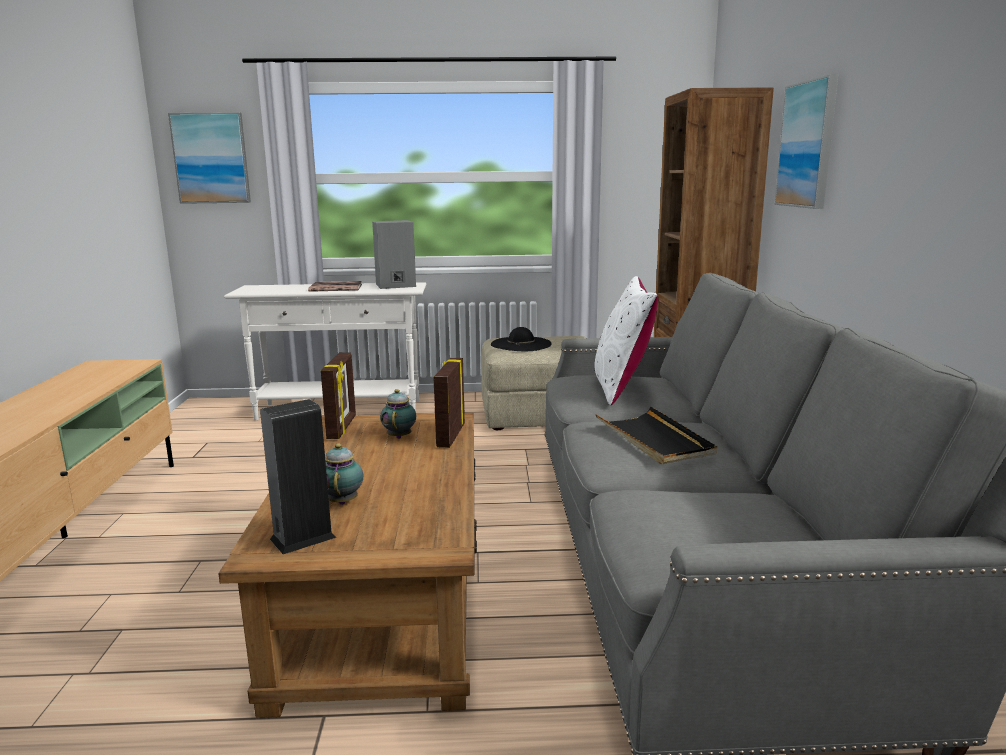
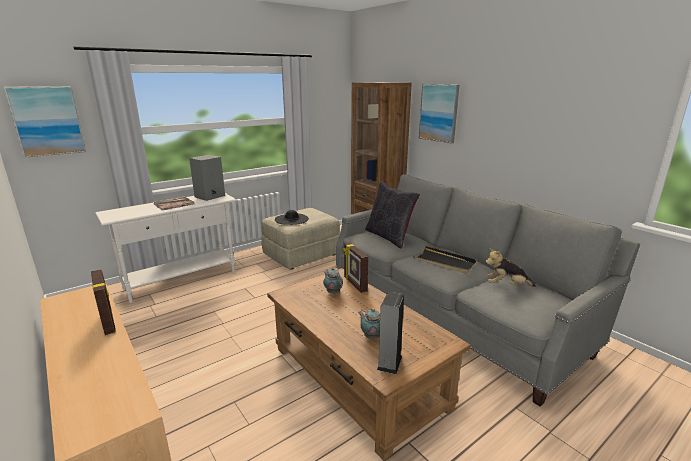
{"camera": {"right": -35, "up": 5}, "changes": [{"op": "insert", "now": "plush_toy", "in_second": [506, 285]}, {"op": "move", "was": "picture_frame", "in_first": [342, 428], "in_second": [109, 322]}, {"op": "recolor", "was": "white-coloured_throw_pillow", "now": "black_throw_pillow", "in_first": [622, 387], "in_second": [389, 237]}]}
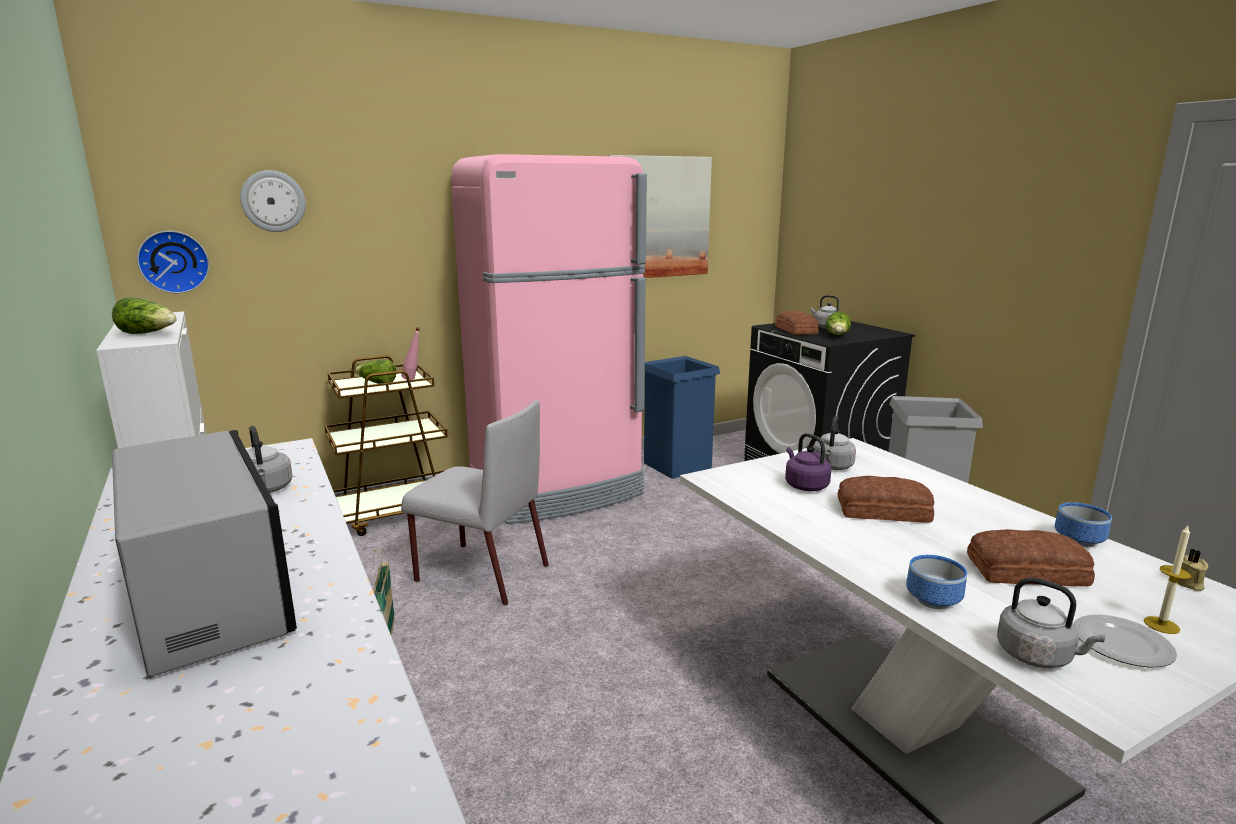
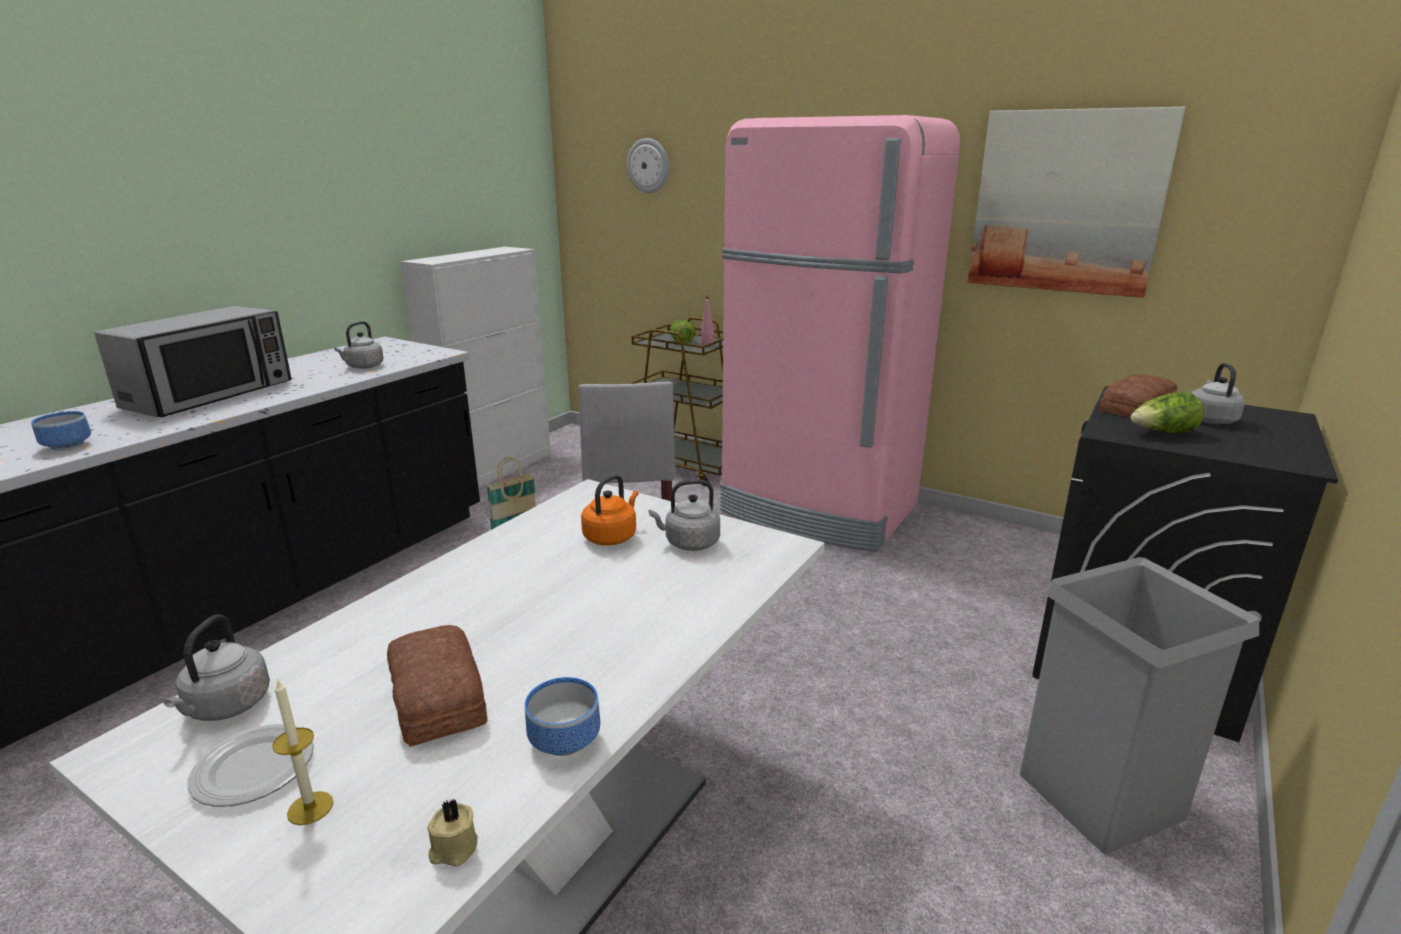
{"camera": {"right": 60, "up": 5}, "changes": [{"op": "delete", "was": "lettuce", "in_first": [149, 334]}, {"op": "delete", "was": "clock_on_the_wall", "in_first": [174, 261]}, {"op": "delete", "was": "blue-coloured_rubbish_bin", "in_first": [677, 465]}, {"op": "delete", "was": "bakery_bread", "in_first": [884, 511]}, {"op": "move", "was": "deep_dish", "in_first": [934, 599], "in_second": [68, 446]}, {"op": "recolor", "was": "purplish_tea_kettle", "now": "orange-coloured_tea_kettle", "in_first": [804, 485], "in_second": [612, 536]}]}
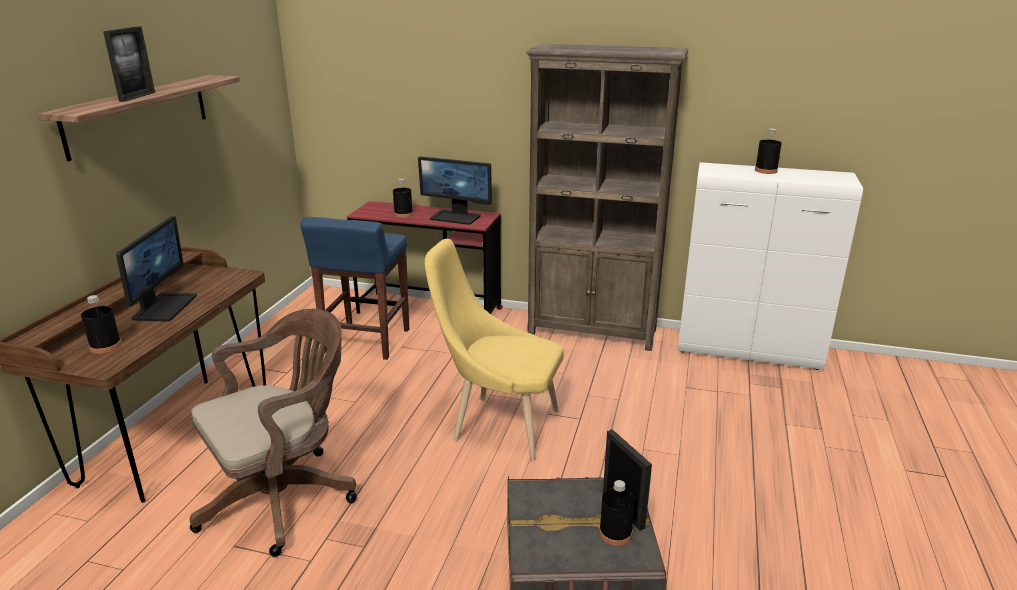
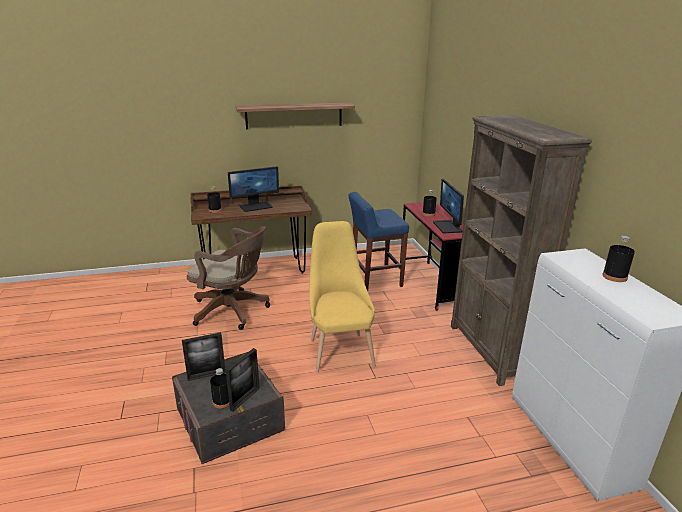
{"camera": {"right": 60, "up": 0}, "changes": [{"op": "move", "was": "picture_frame", "in_first": [137, 97], "in_second": [206, 375]}]}
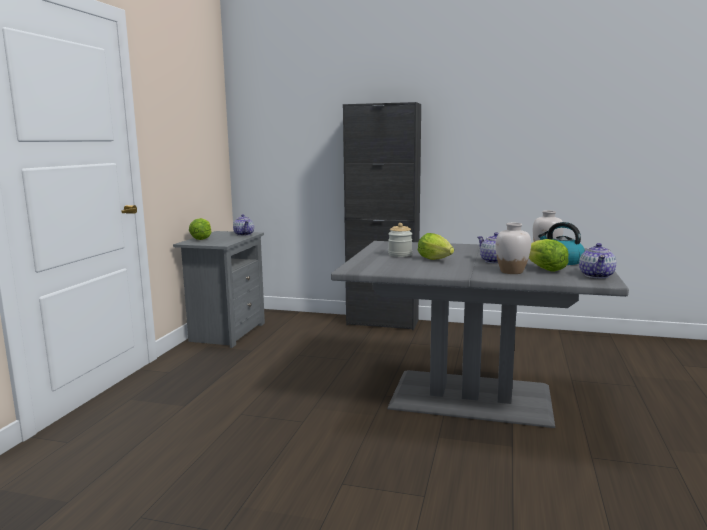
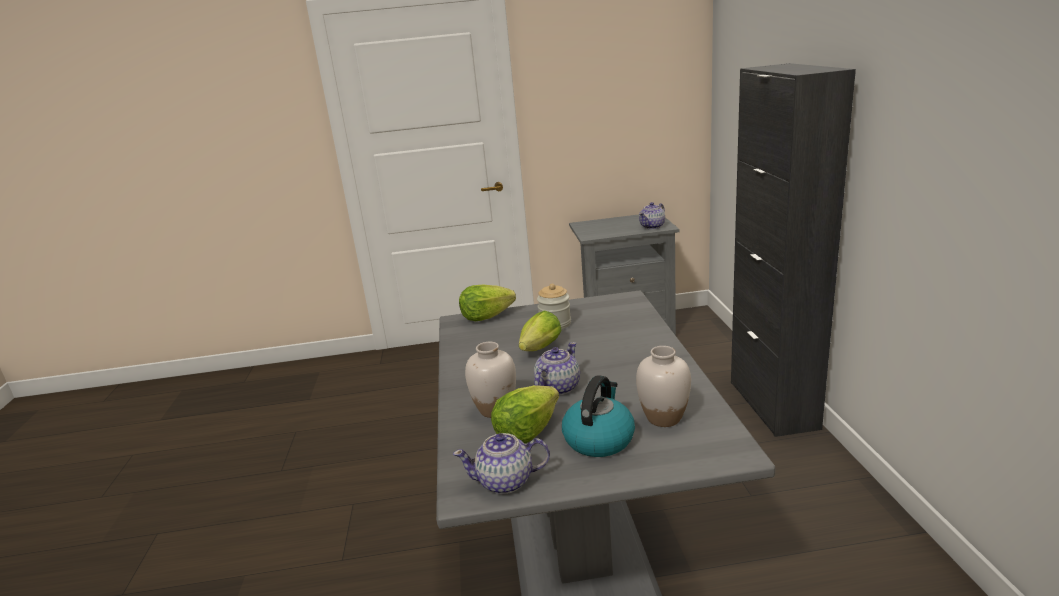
{"camera": {"right": 70, "up": 10}, "changes": [{"op": "move", "was": "lettuce", "in_first": [201, 238], "in_second": [486, 317]}]}
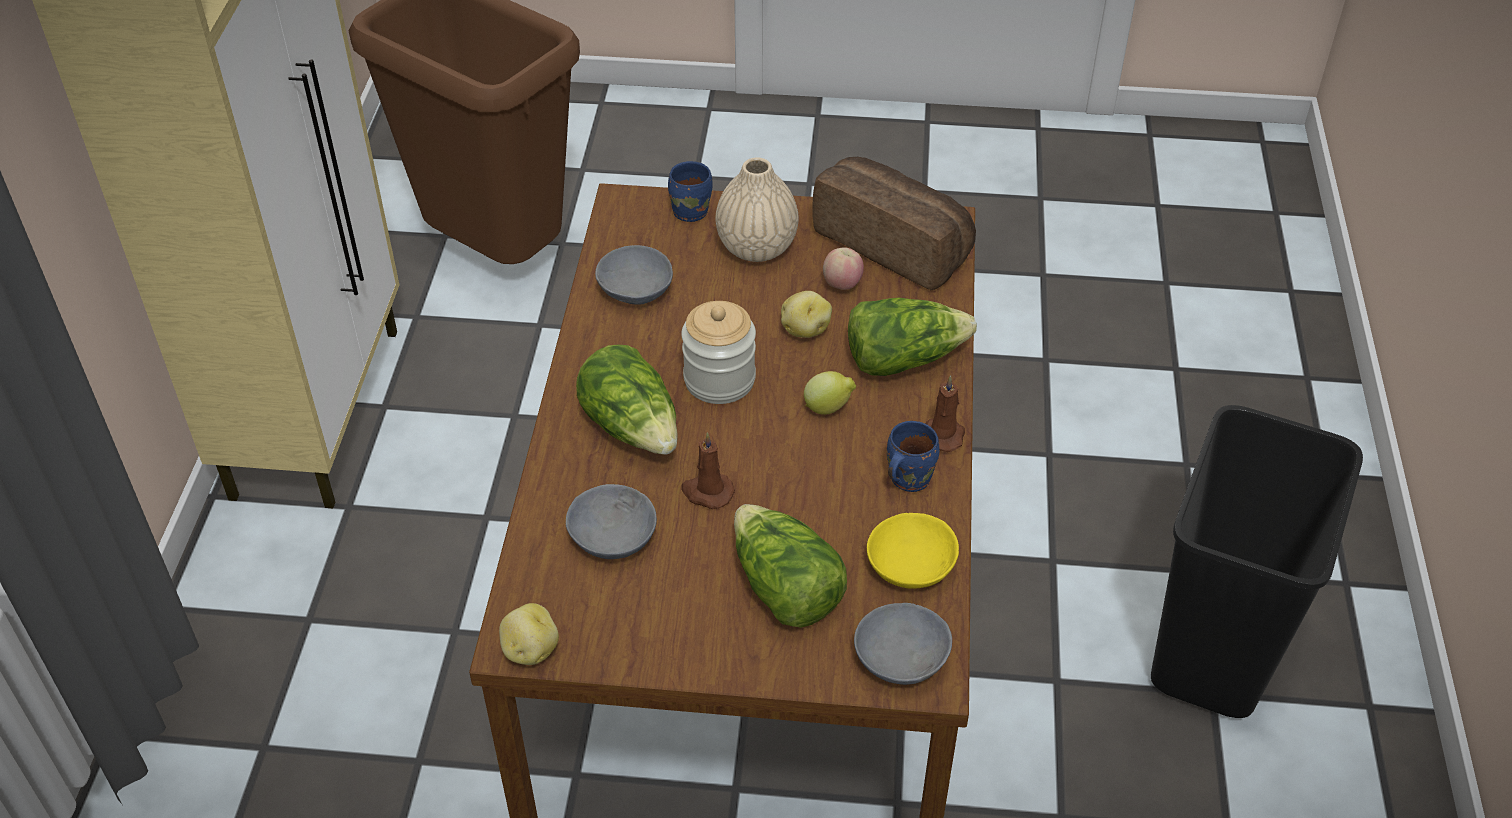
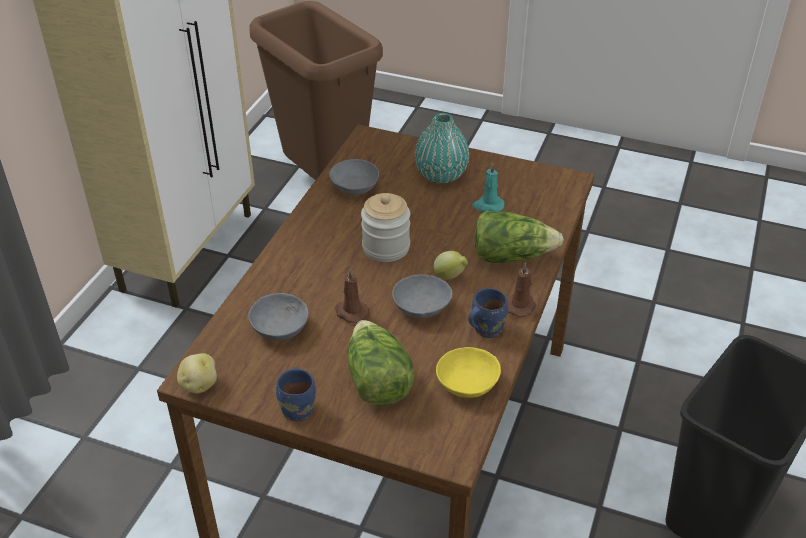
{"camera": {"right": 15, "up": -5}, "changes": [{"op": "delete", "was": "lettuce", "in_first": [633, 427]}, {"op": "delete", "was": "potato", "in_first": [804, 329]}, {"op": "delete", "was": "bakery_bread", "in_first": [895, 244]}, {"op": "move", "was": "blue-coloured_coffee_mug", "in_first": [691, 210], "in_second": [299, 409]}, {"op": "move", "was": "greyish_deep_dish", "in_first": [901, 655], "in_second": [422, 305]}, {"op": "replace", "was": "whole_apple", "now": "turquoise_wax_light", "in_first": [842, 285], "in_second": [488, 205]}, {"op": "recolor", "was": "sand-coloured_vase", "now": "turquoise_vase", "in_first": [756, 247], "in_second": [441, 175]}]}
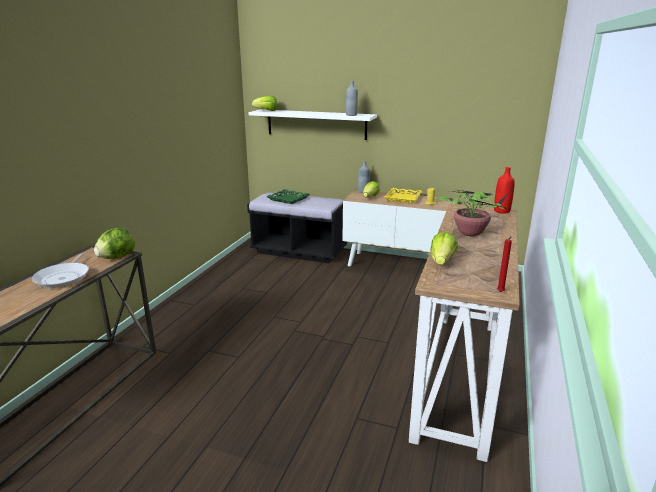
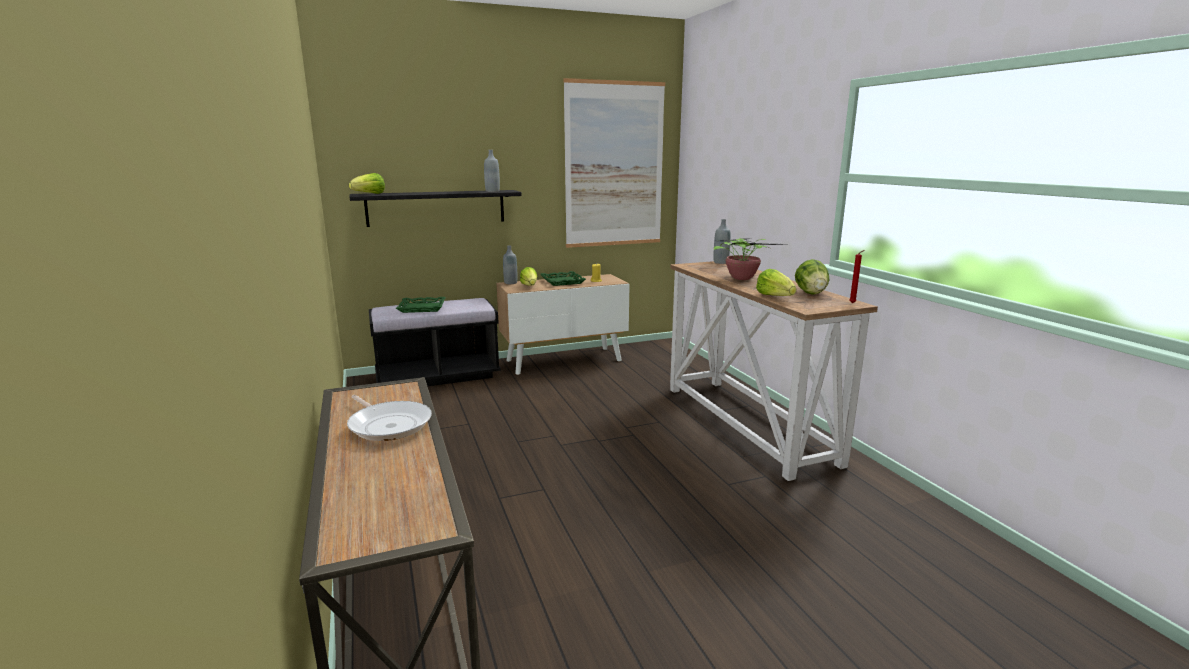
{"camera": {"right": -40, "up": -5}, "changes": [{"op": "insert", "now": "picture", "in_second": [614, 165]}, {"op": "move", "was": "lettuce", "in_first": [116, 257], "in_second": [811, 293]}, {"op": "recolor", "was": "white-coloured_shelf", "now": "black_shelf", "in_first": [316, 124], "in_second": [436, 208]}, {"op": "recolor", "was": "yellow_tray", "now": "green_tray", "in_first": [403, 198], "in_second": [563, 281]}, {"op": "recolor", "was": "reddish_beverage_bottle", "now": "greyish_beverage_bottle", "in_first": [501, 211], "in_second": [721, 262]}]}
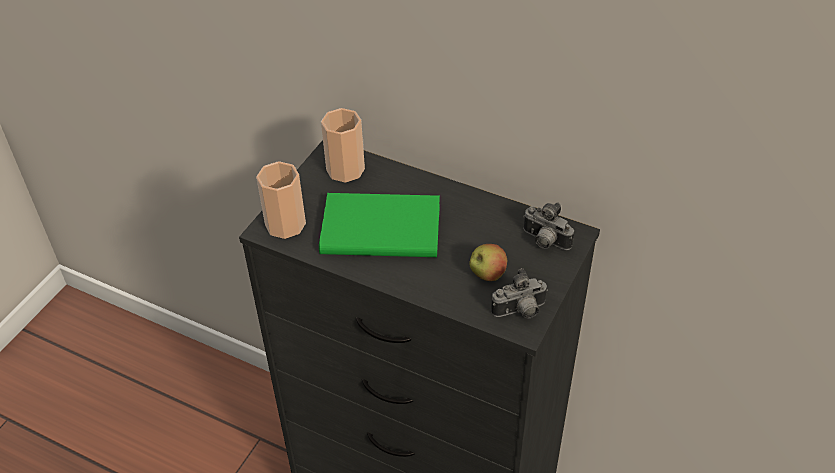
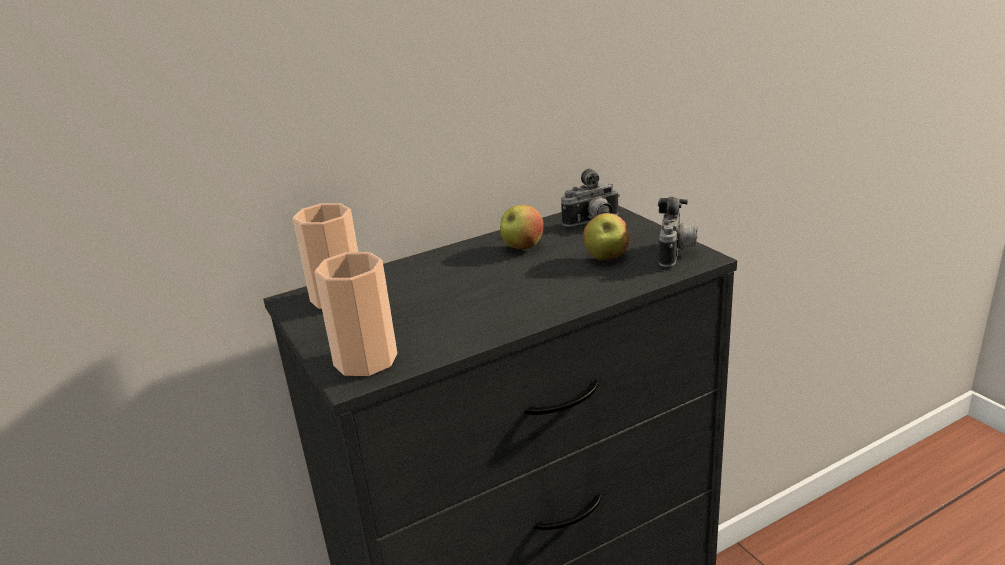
{"camera": {"right": -55, "up": -20}, "changes": [{"op": "delete", "was": "green_book", "in_first": [379, 227]}, {"op": "insert", "now": "whole_apple", "in_second": [522, 247]}]}
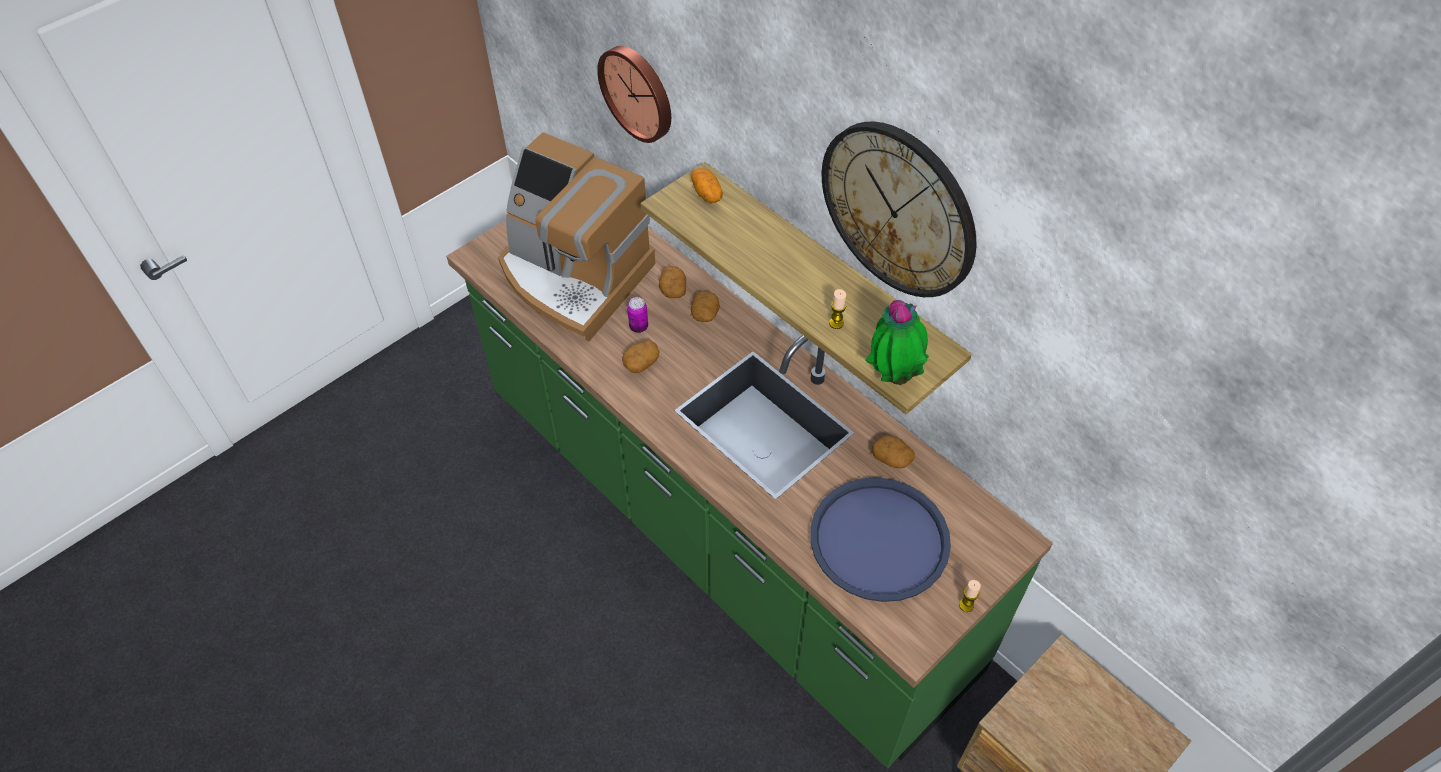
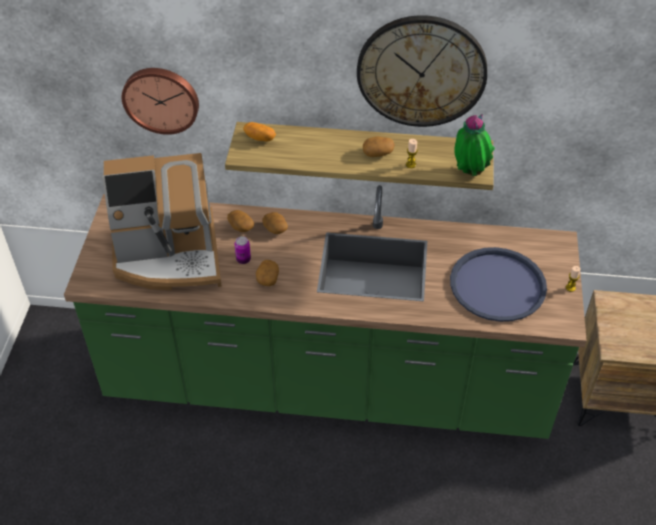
{"camera": {"right": -40, "up": -5}, "changes": [{"op": "move", "was": "potato", "in_first": [892, 458], "in_second": [378, 153]}]}
